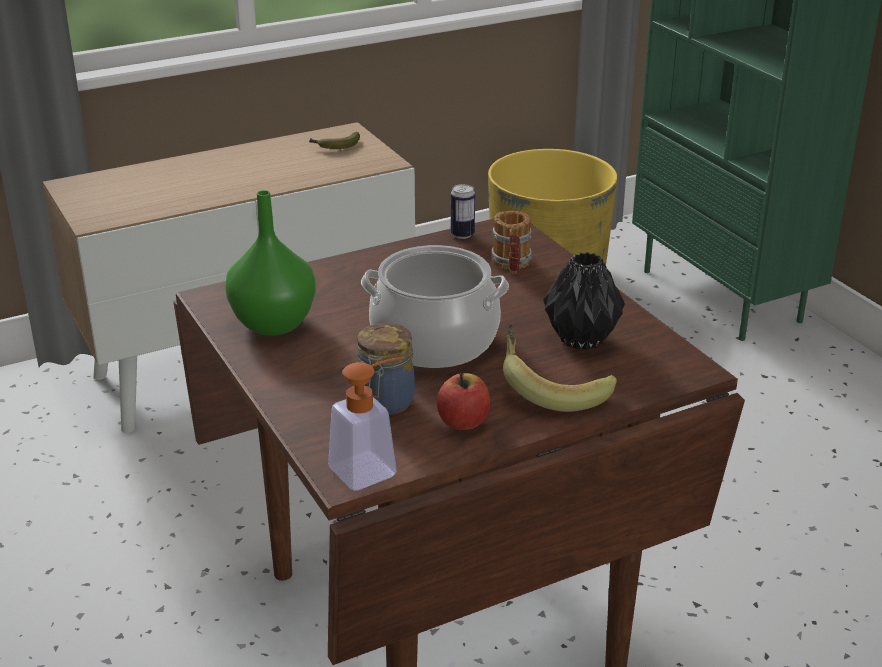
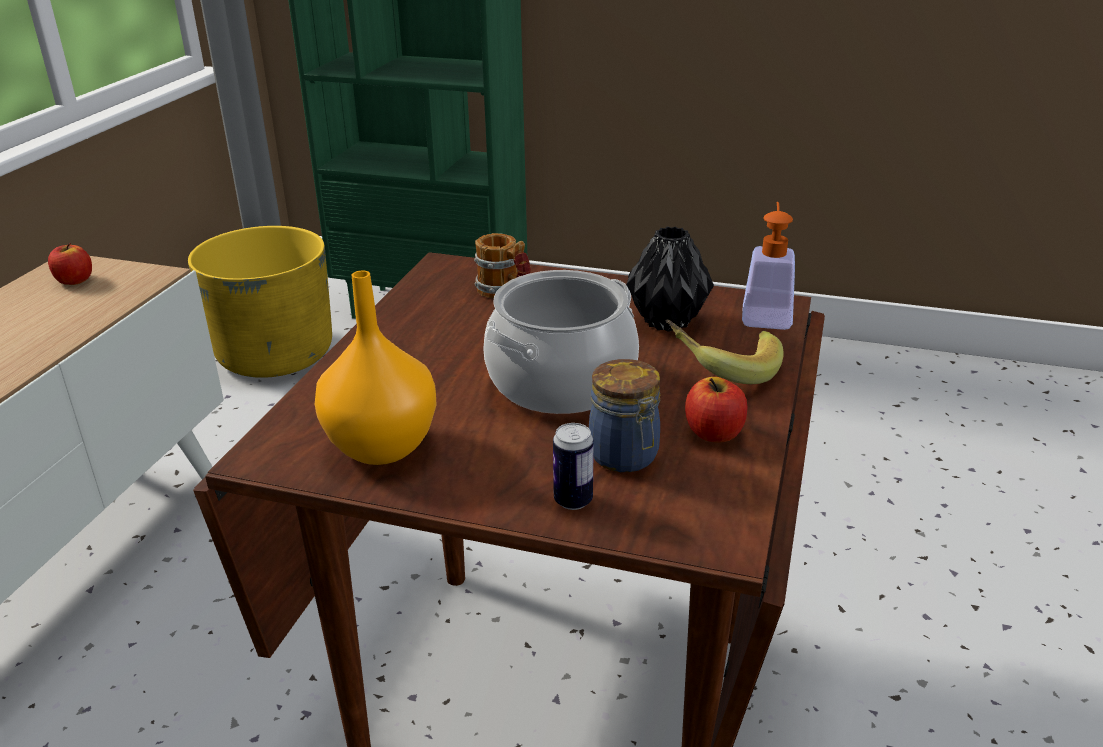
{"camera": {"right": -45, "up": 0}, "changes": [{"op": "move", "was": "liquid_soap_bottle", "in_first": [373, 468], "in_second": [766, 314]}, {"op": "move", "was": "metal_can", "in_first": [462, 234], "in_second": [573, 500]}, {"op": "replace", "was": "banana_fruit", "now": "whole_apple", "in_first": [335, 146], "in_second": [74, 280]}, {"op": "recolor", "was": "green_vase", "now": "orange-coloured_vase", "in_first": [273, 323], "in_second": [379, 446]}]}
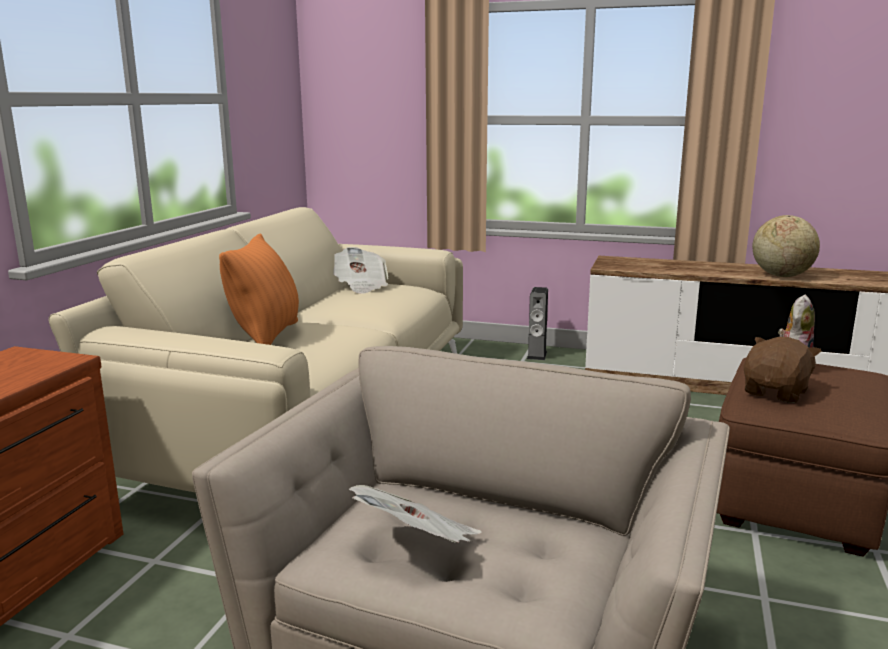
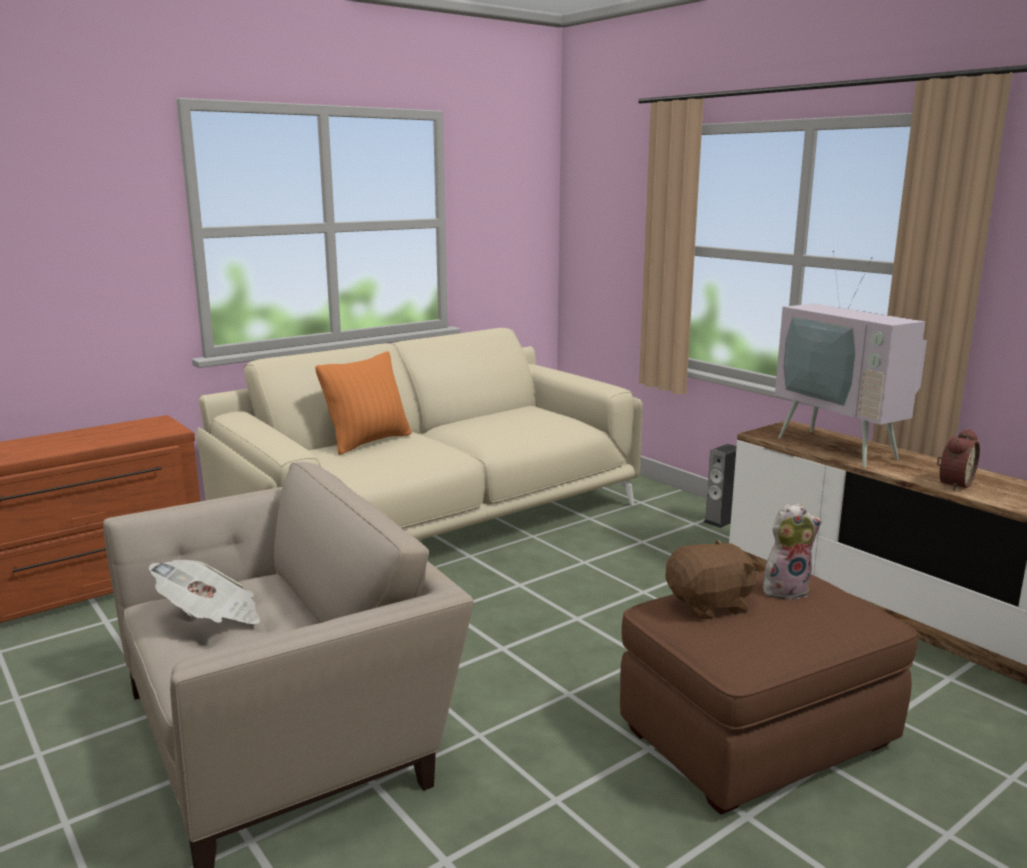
{"camera": {"right": 35, "up": 0}, "changes": [{"op": "delete", "was": "printed_paper", "in_first": [360, 286]}, {"op": "insert", "now": "television", "in_second": [843, 446]}, {"op": "replace", "was": "globe", "now": "bedside_clock", "in_first": [781, 276], "in_second": [952, 484]}]}
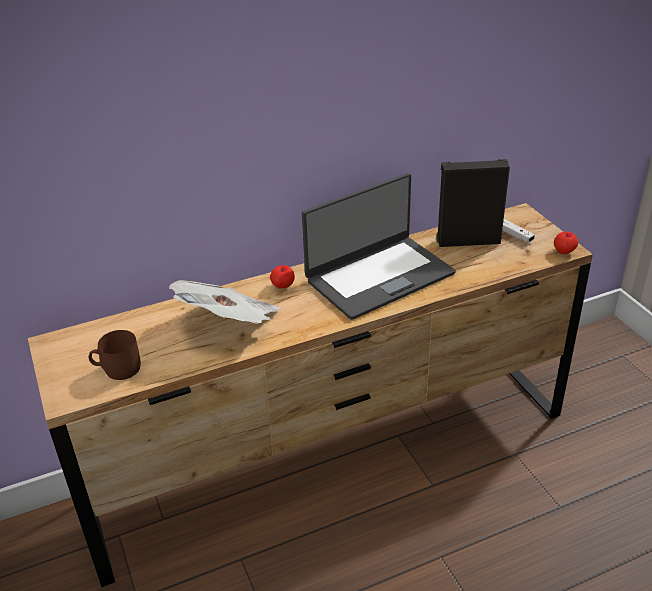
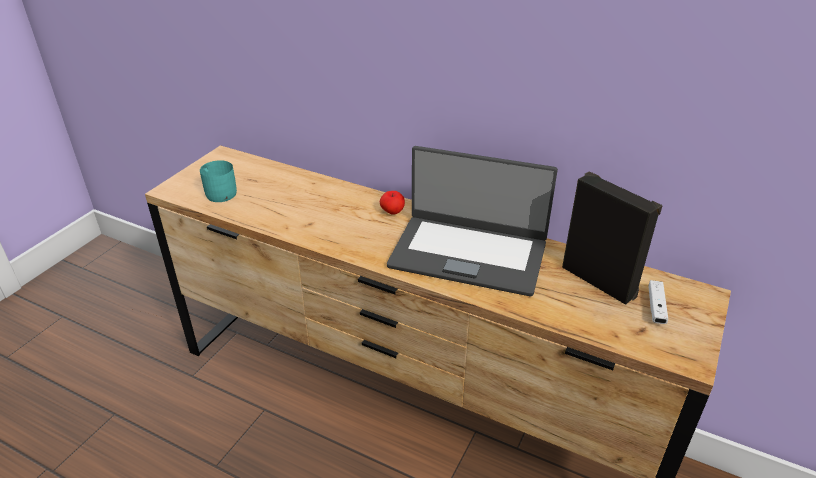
{"camera": {"right": 50, "up": 0}, "changes": [{"op": "delete", "was": "printed_paper", "in_first": [230, 323]}, {"op": "delete", "was": "whole_apple", "in_first": [564, 252]}, {"op": "recolor", "was": "brown_coffee_mug", "now": "turquoise_coffee_mug", "in_first": [117, 369], "in_second": [219, 192]}]}
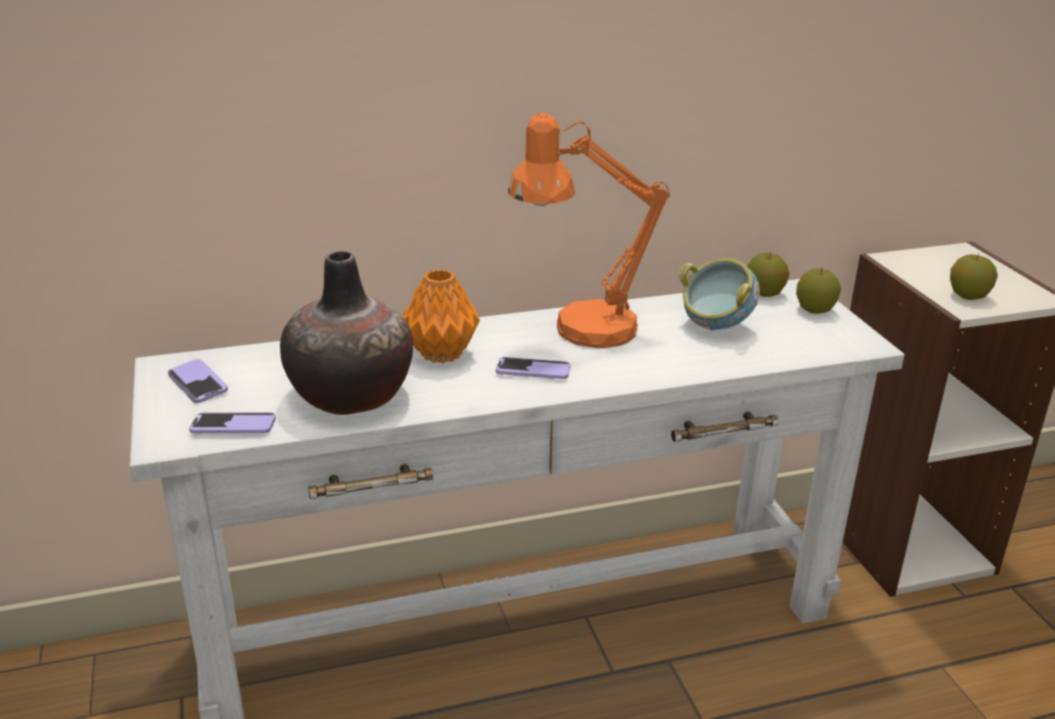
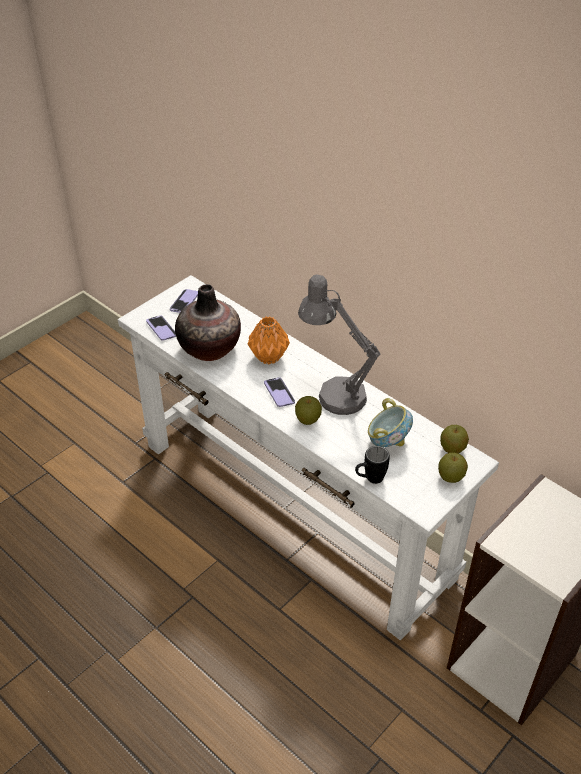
{"camera": {"right": 60, "up": 15}, "changes": [{"op": "insert", "now": "black_coffee_mug", "in_second": [370, 479]}, {"op": "move", "was": "whole_apple", "in_first": [968, 296], "in_second": [308, 419]}, {"op": "recolor", "was": "orange-coloured_table_lamp", "now": "greyish_table_lamp", "in_first": [579, 331], "in_second": [334, 392]}]}
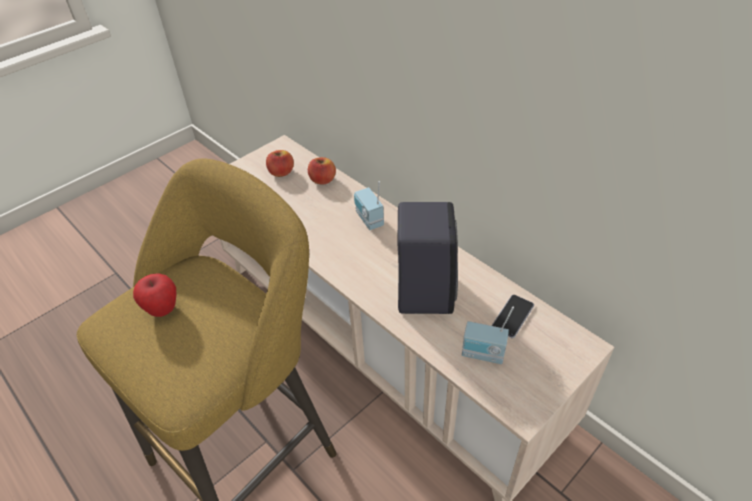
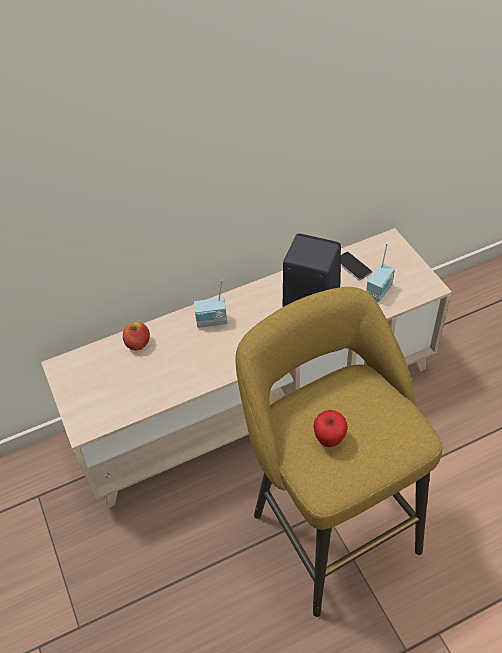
{"camera": {"right": -70, "up": 5}, "changes": [{"op": "delete", "was": "whole_apple", "in_first": [281, 172]}]}
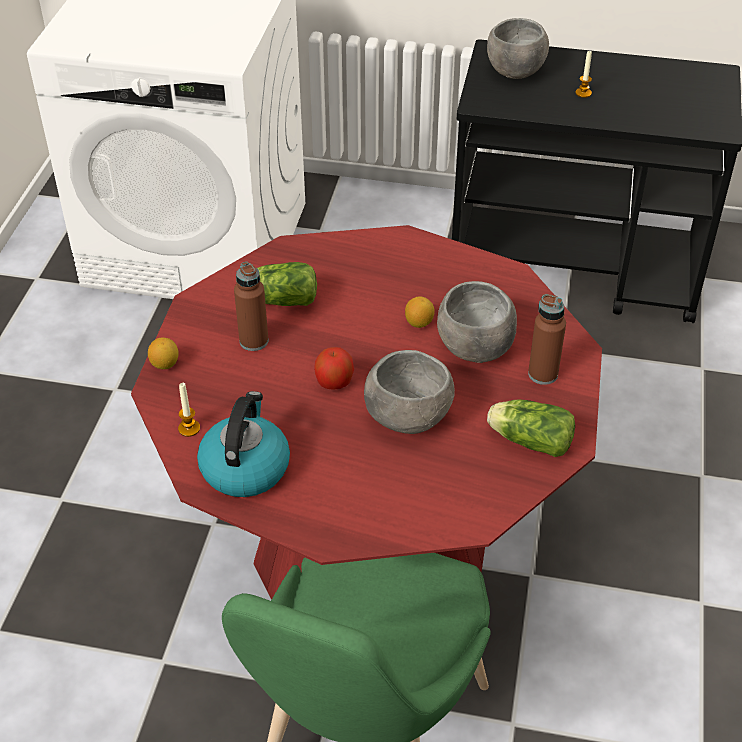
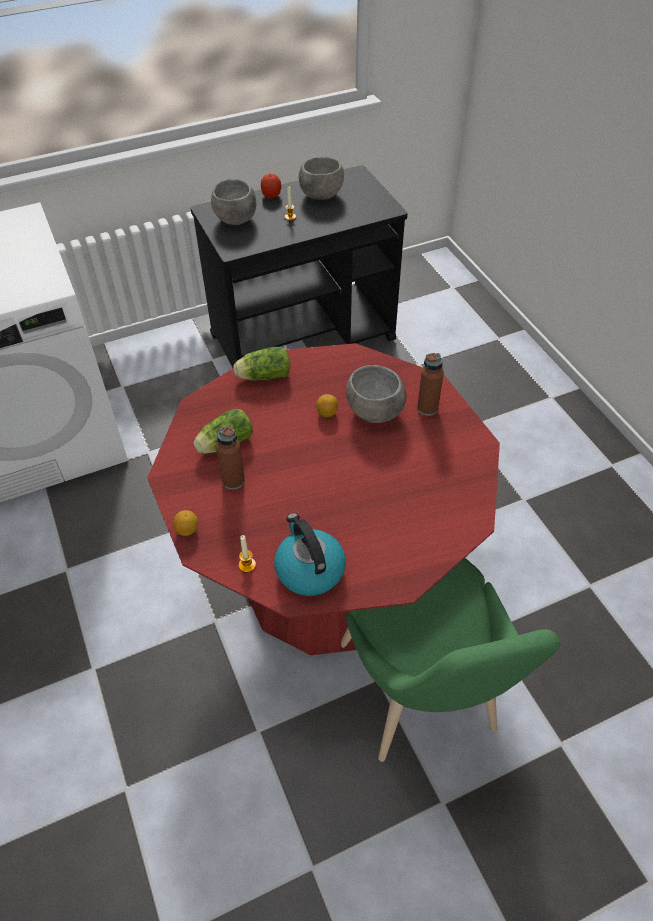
{"camera": {"right": -35, "up": 5}, "changes": [{"op": "move", "was": "whole_apple", "in_first": [334, 382], "in_second": [271, 196]}, {"op": "move", "was": "greyish_deep_dish", "in_first": [406, 417], "in_second": [320, 195]}, {"op": "move", "was": "lettuce", "in_first": [528, 440], "in_second": [262, 376]}]}
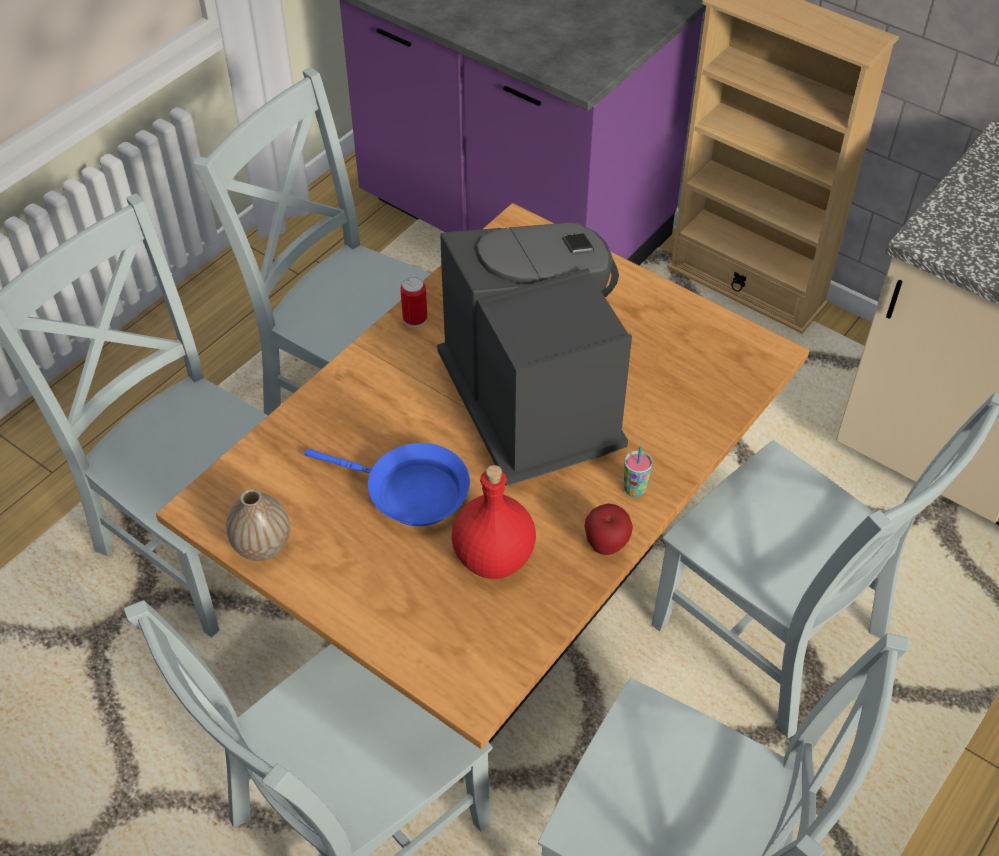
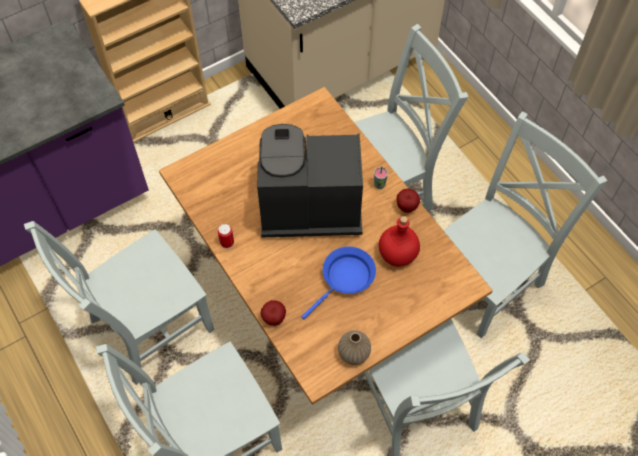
{"camera": {"right": -70, "up": 10}, "changes": [{"op": "insert", "now": "whole_apple", "in_second": [274, 319]}]}
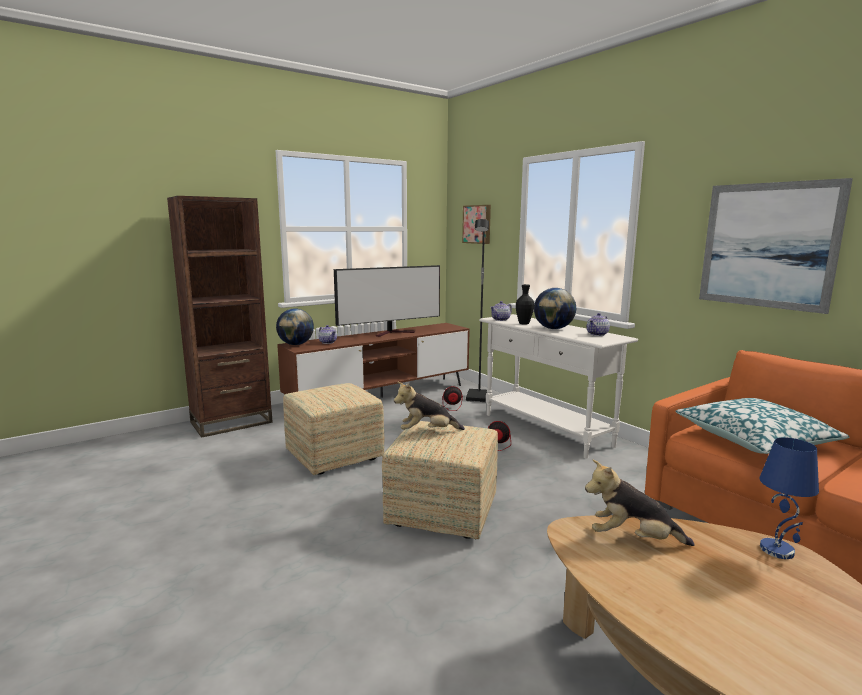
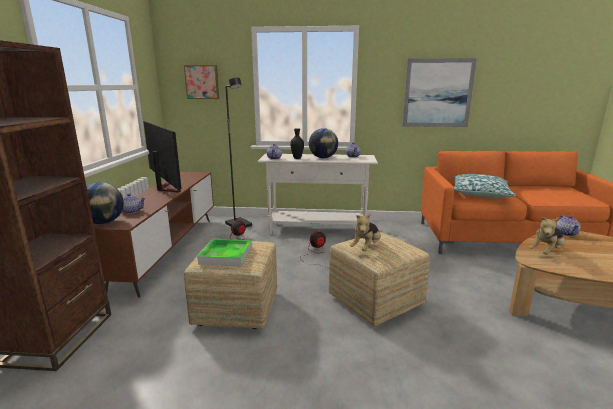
{"camera": {"right": -50, "up": 5}, "changes": [{"op": "insert", "now": "tray", "in_second": [226, 255]}, {"op": "replace", "was": "blue-coloured_table_lamp", "now": "teapot", "in_first": [778, 550], "in_second": [566, 233]}, {"op": "rotate", "was": "television", "in_first": [393, 333], "in_second": [165, 188], "clockwise": -45}]}
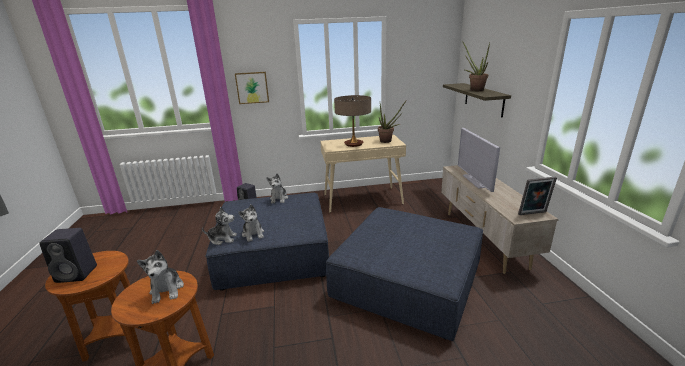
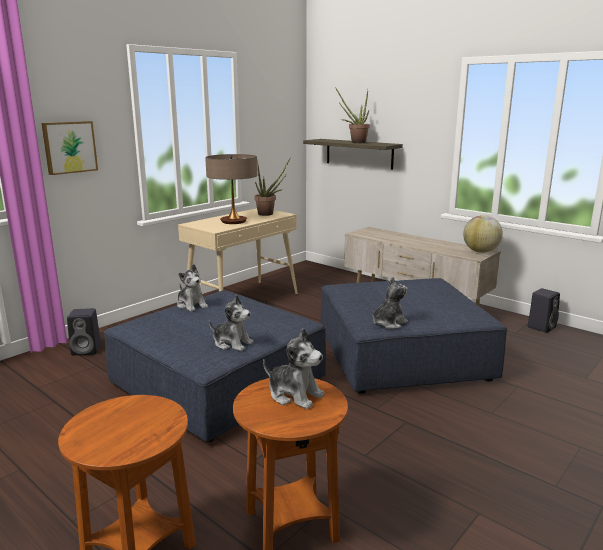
{"camera": {"right": -40, "up": -5}, "changes": [{"op": "delete", "was": "television", "in_first": [475, 181]}, {"op": "move", "was": "black_speaker", "in_first": [78, 274], "in_second": [541, 327]}, {"op": "move", "was": "plush_toy", "in_first": [222, 239], "in_second": [388, 323]}, {"op": "replace", "was": "picture_frame", "now": "globe", "in_first": [533, 214], "in_second": [480, 251]}]}
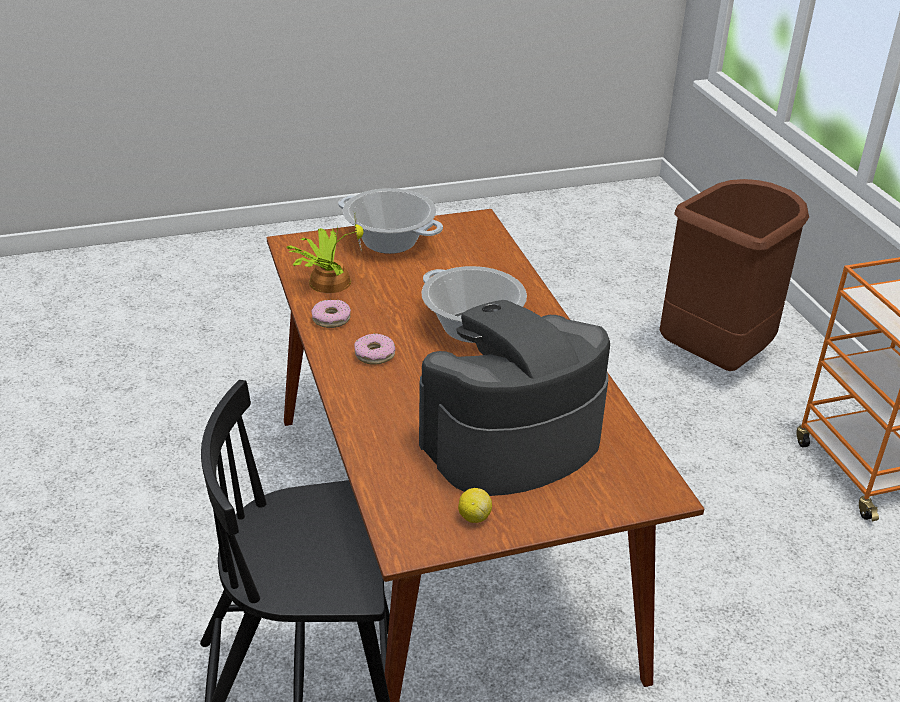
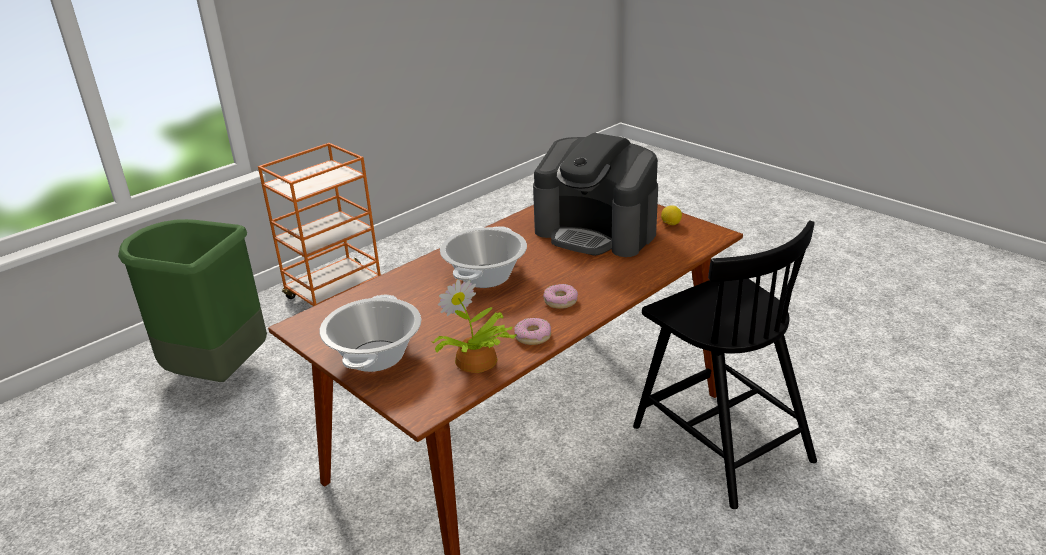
{"camera": {"right": -115, "up": -5}, "changes": [{"op": "recolor", "was": "brown_rubbish_bin", "now": "green_rubbish_bin", "in_first": [715, 357], "in_second": [216, 373]}]}
